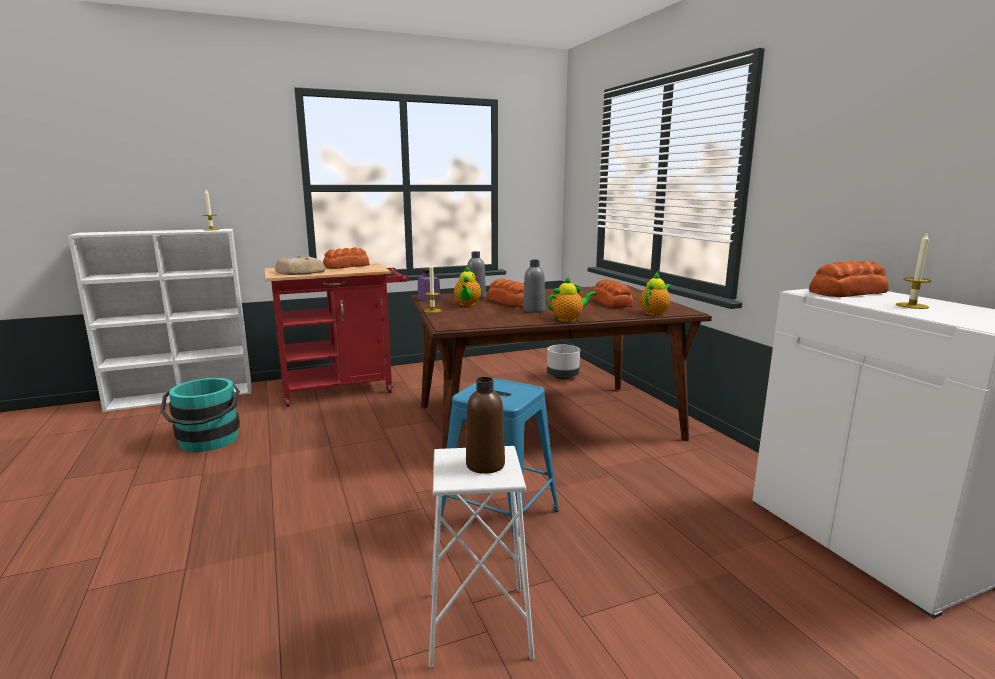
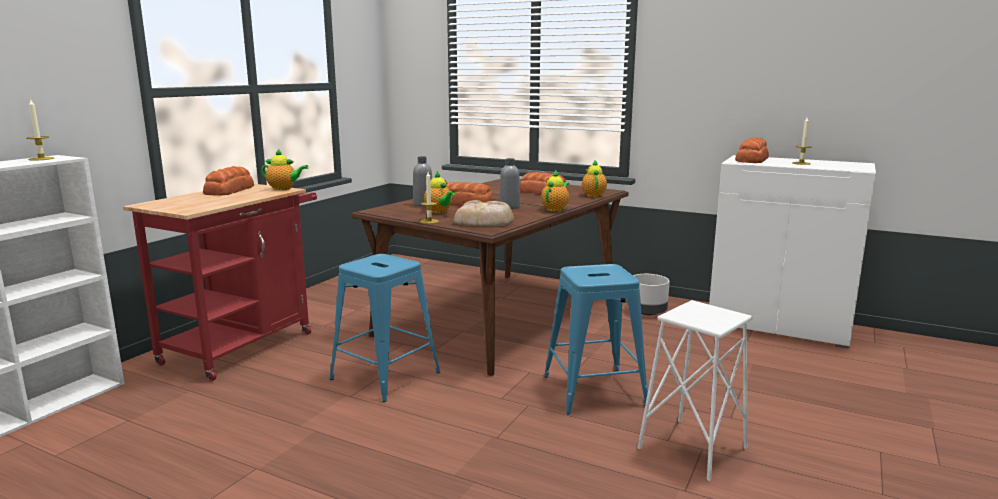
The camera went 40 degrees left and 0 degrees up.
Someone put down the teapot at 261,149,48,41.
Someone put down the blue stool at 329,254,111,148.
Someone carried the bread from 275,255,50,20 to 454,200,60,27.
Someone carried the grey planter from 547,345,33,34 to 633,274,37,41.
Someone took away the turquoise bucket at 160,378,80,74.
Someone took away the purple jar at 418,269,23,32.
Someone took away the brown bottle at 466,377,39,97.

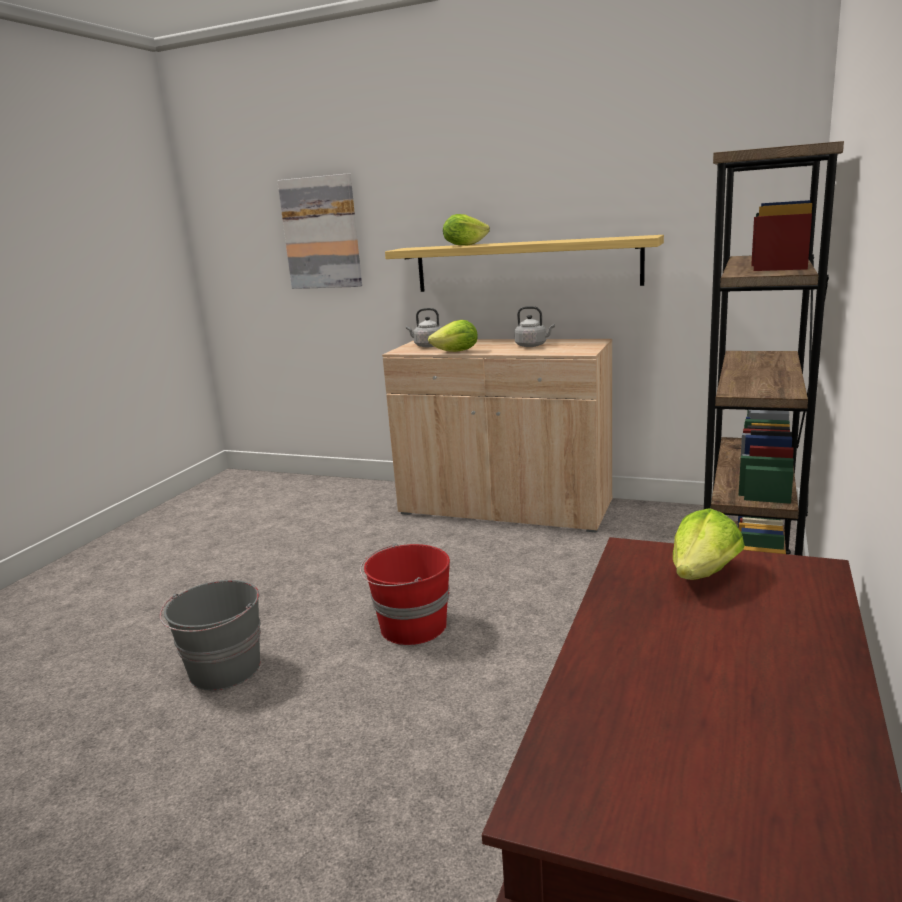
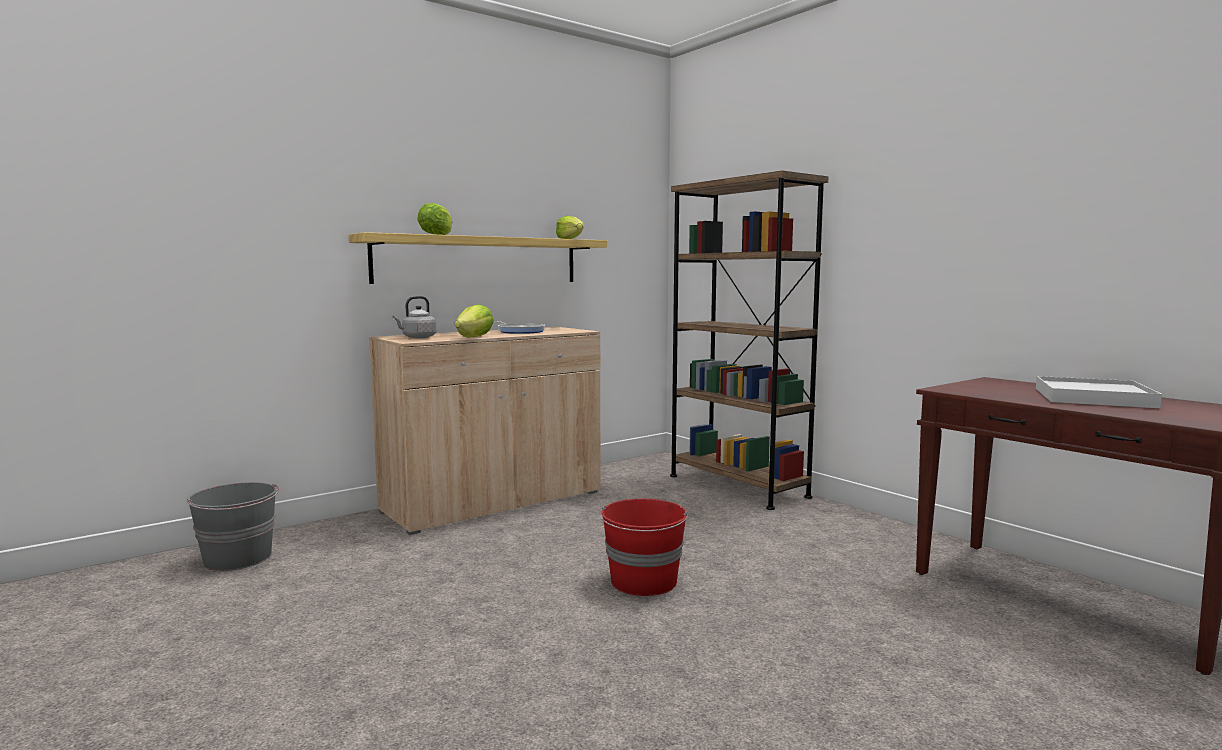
The camera went 60 degrees left and 10 degrees down.
Someone carried the grey bucket from 160,580,101,110 to 187,482,92,89.
Someone swapped the grey kettle at 514,306,41,41 for the frying pan at 494,321,51,13.
Someone carried the lettuce from 673,509,72,71 to 556,216,28,23.
Someone put down the white tray at 1036,376,126,32.
Someone took away the picture at 277,174,85,115.

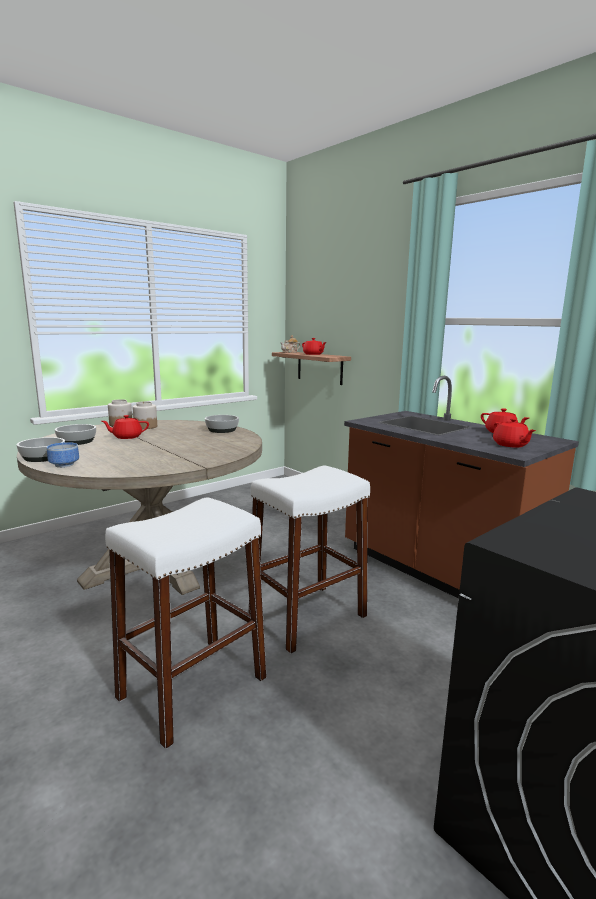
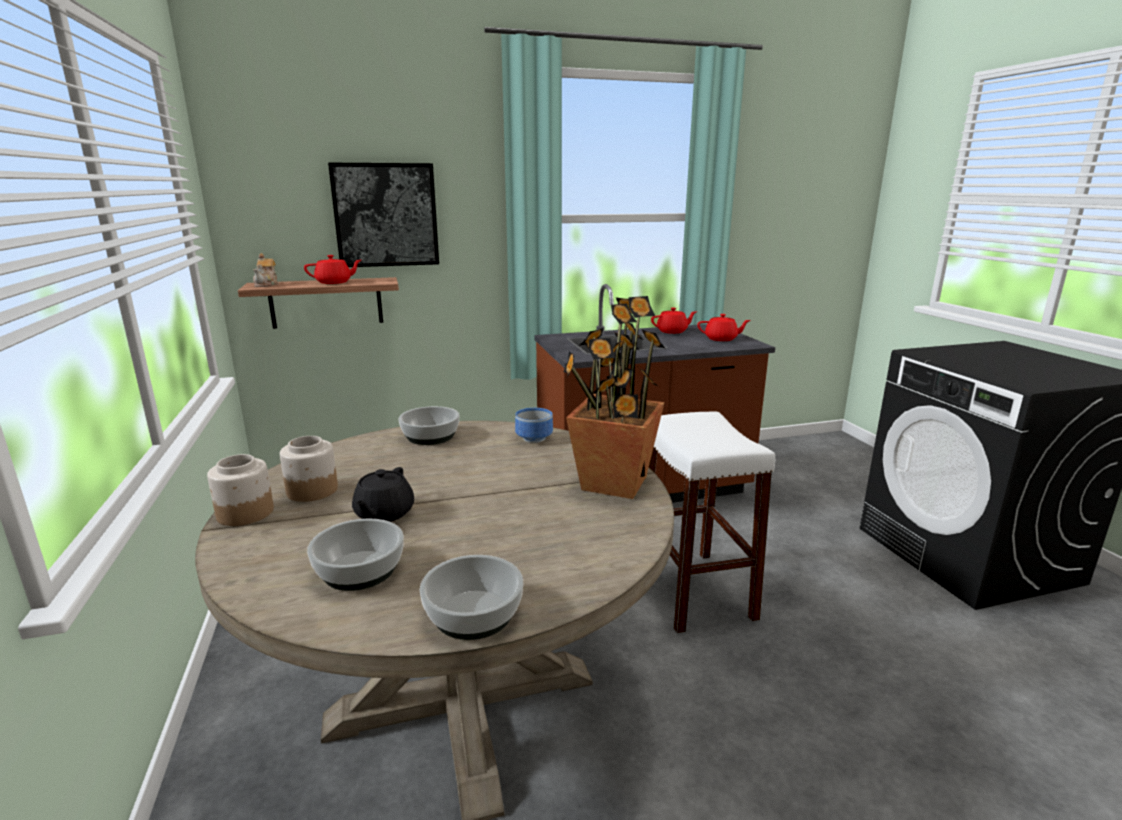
The camera went 65 degrees left and 5 degrees up.
Someone put up the picture at 328,163,111,104.
Someone repainted the red teapot at 102,415,47,24, which became the black teapot at 352,467,62,55.
Someone carried the bowl from 47,442,32,26 to 515,408,38,35.
Someone put down the potted plant at 563,296,102,203.
Someone took away the white stool at 105,497,161,252.

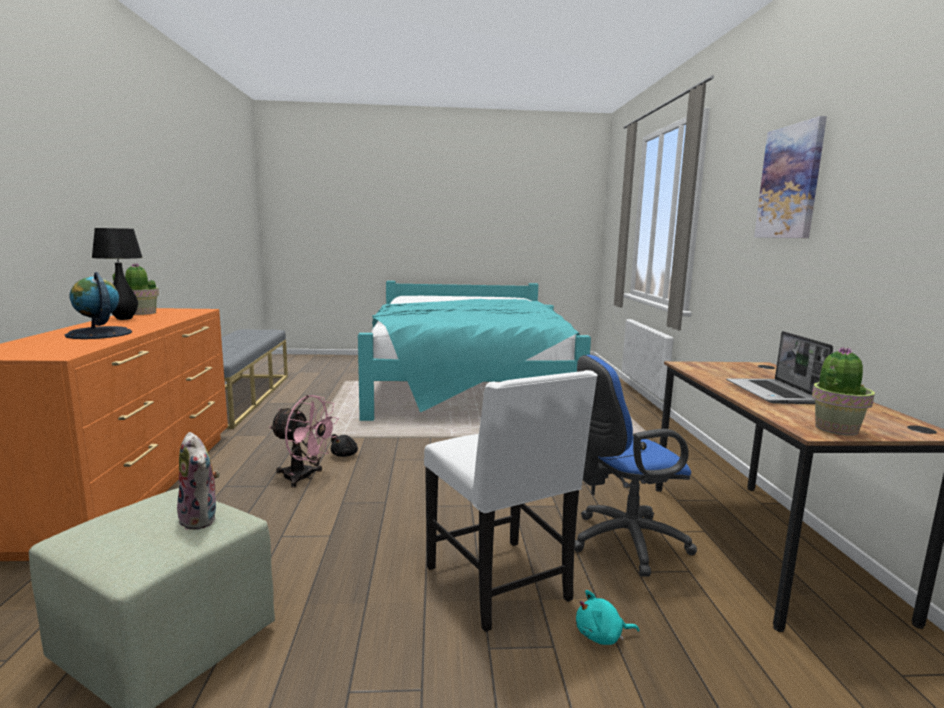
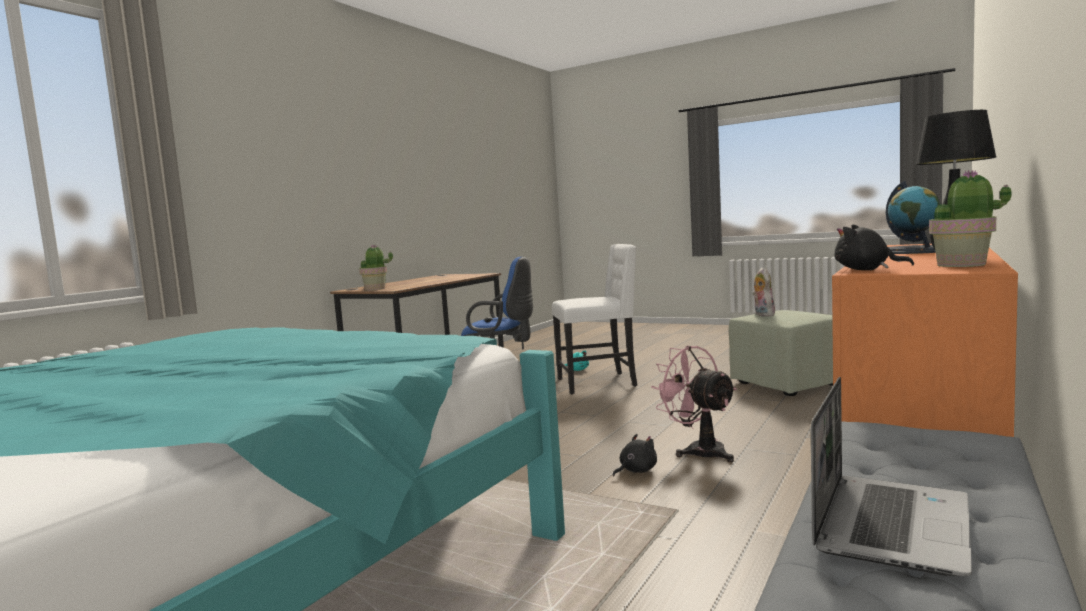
The camera went 145 degrees left and 5 degrees down.
Someone carried the potted plant from 812,346,63,90 to 359,245,34,45.
Someone rotated the white chair at 424,370,174,262 by 75 degrees clockwise.
Someone carried the laptop from 726,331,107,73 to 811,377,161,199.
Someone put down the black plush toy at 834,224,80,46.
Someone took away the picture at 754,116,73,122.

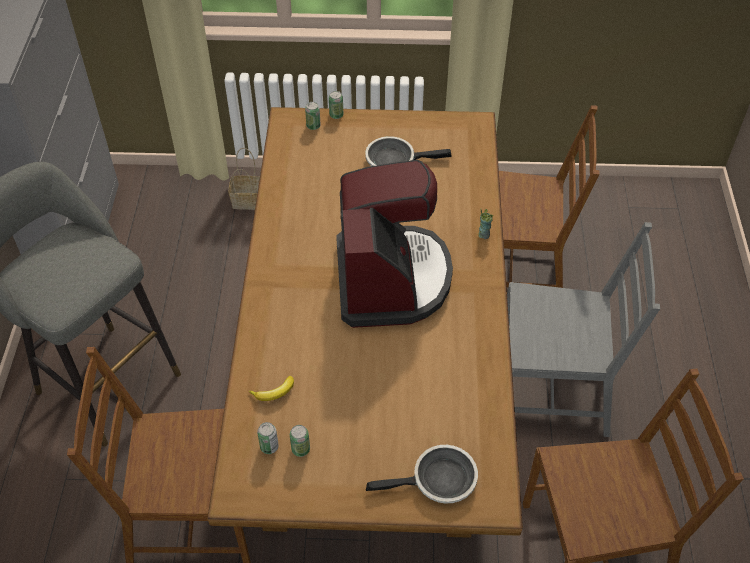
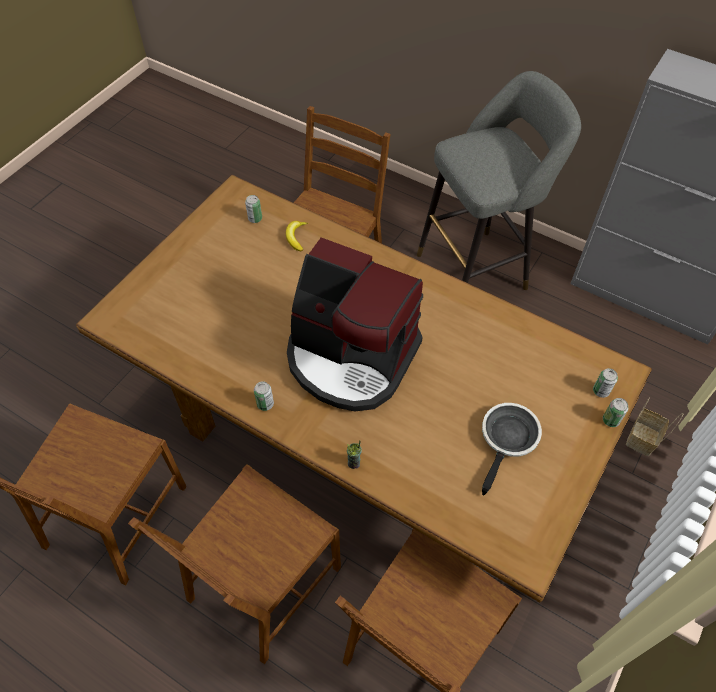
The camera went 120 degrees right and 5 degrees up.
Someone repainted the grey chair at 507,222,153,215, which became the brown chair at 128,464,213,200.
Someone carried the can from 290,425,20,32 to 254,381,20,30.
Someone took away the frying pan at 366,445,112,59.

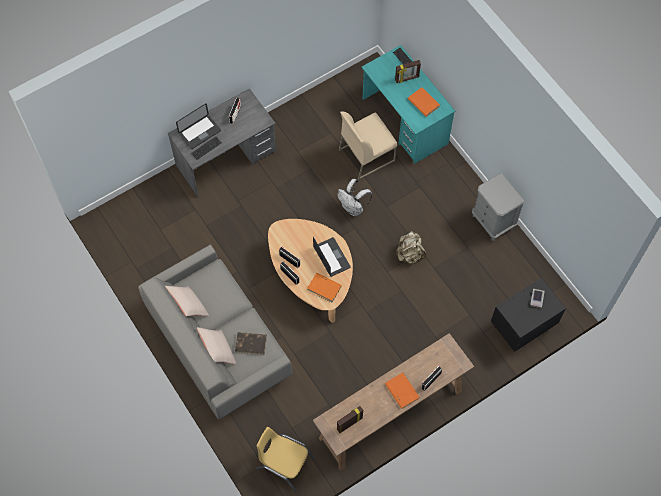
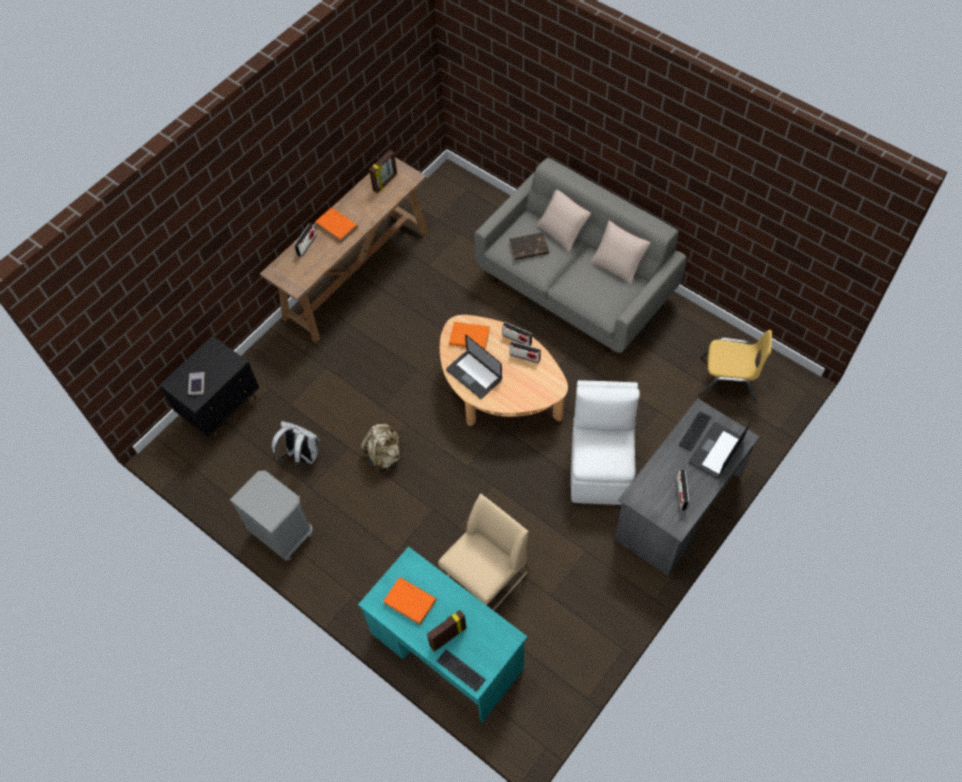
The camera went 165 degrees right and 5 degrees down.
Someone carried the white backpack from 337,179,35,37 to 272,421,49,47.
Someone put down the white chair at 571,380,69,125.
Someone carried the yellow chair from 255,427,60,65 to 697,330,75,72.

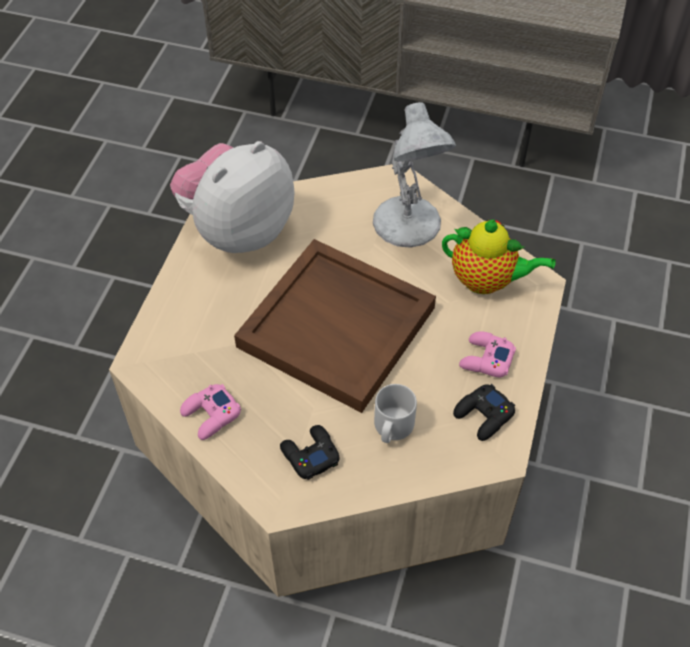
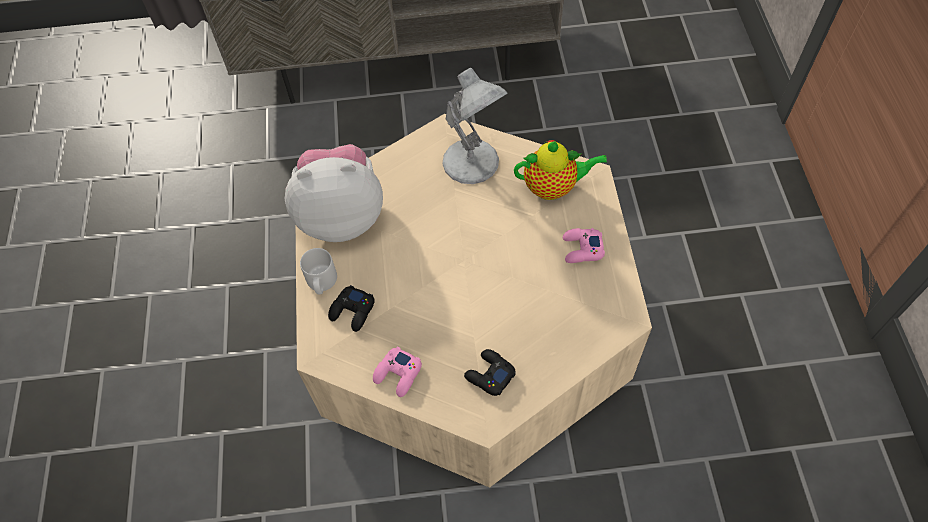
The camera went 20 degrees left and 5 degrees up.
Someone rotated the plush toy at 170,141,125,112 by 60 degrees clockwise.
Someone carried the grey mug from 374,384,43,59 to 300,248,37,46.
Someone carried the black game controller from 453,384,62,57 to 328,285,47,47.
Someone took away the brown tray at 234,239,202,174.

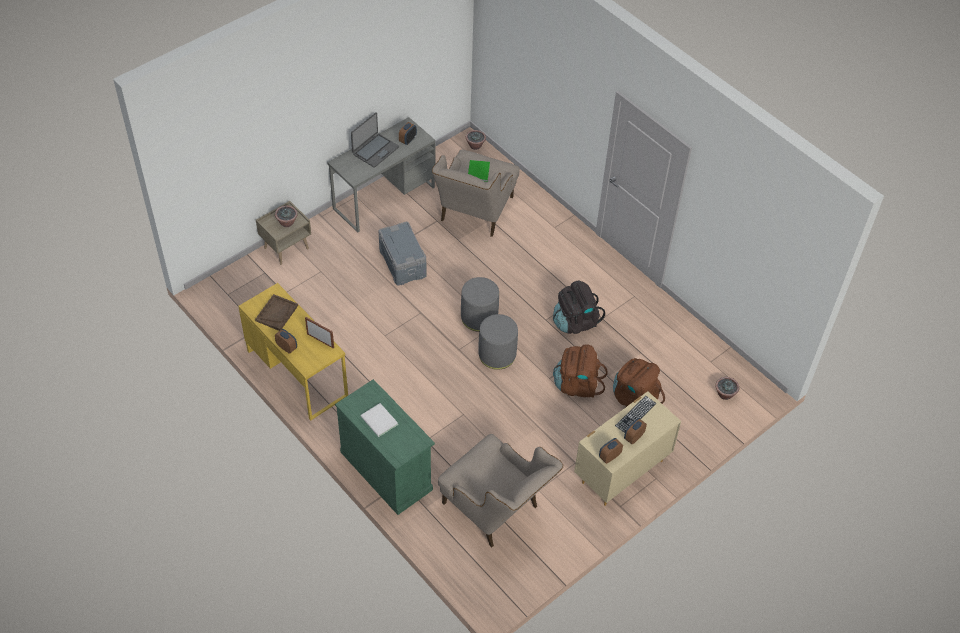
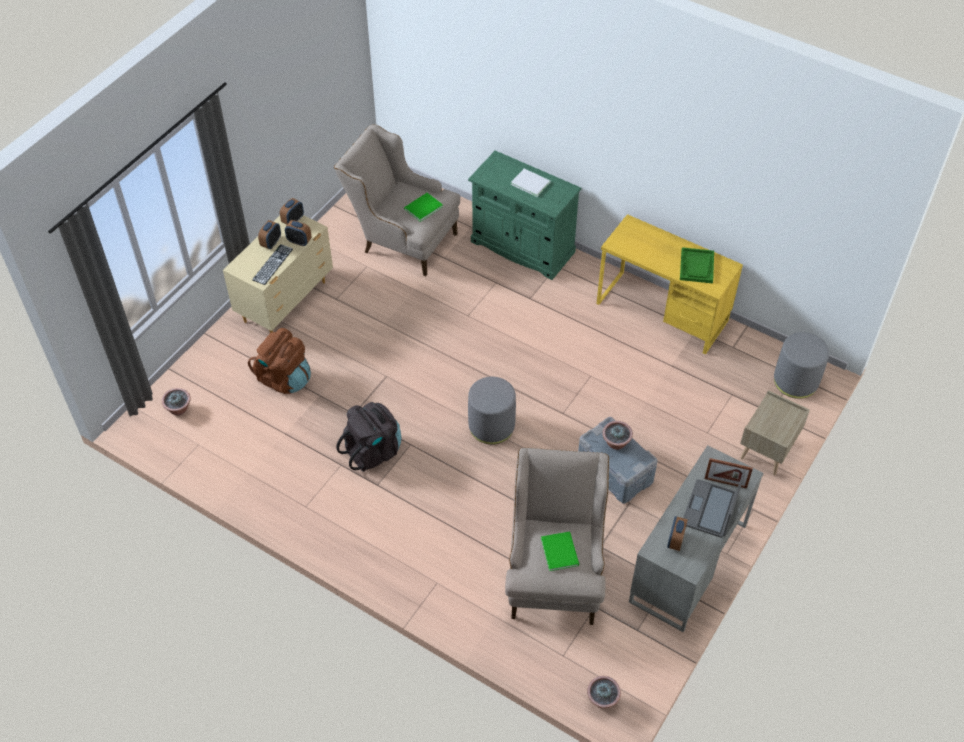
The camera went 165 degrees right and 0 degrees up.
Someone carried the alarm clock from 275,329,22,25 to 285,220,27,26.
Someone put down the green book at 404,193,39,29.
Someone carried the potted plant from 275,205,23,22 to 602,421,31,29.
Someone repainted the brown tray at 255,294,43,37, which became the green tray at 680,247,34,36.
Someone carried the picture frame from 305,317,29,32 to 705,458,48,31.
Someone carried the grey ottoman from 478,314,40,56 to 774,332,55,67.
Someone took away the brown backpack at 553,344,55,54.

